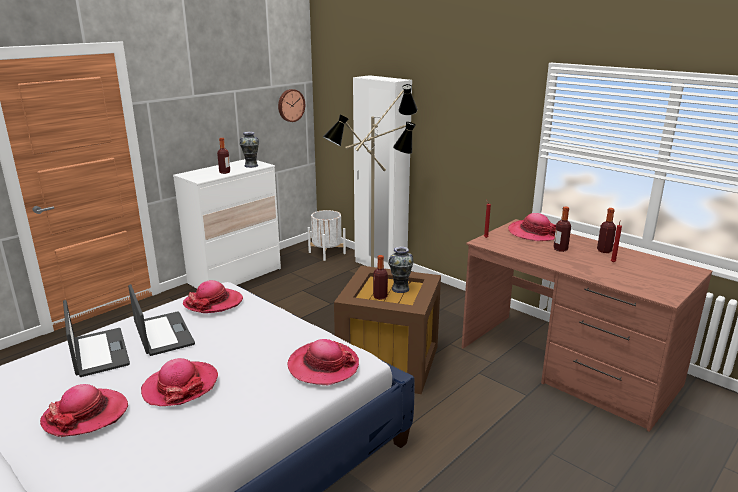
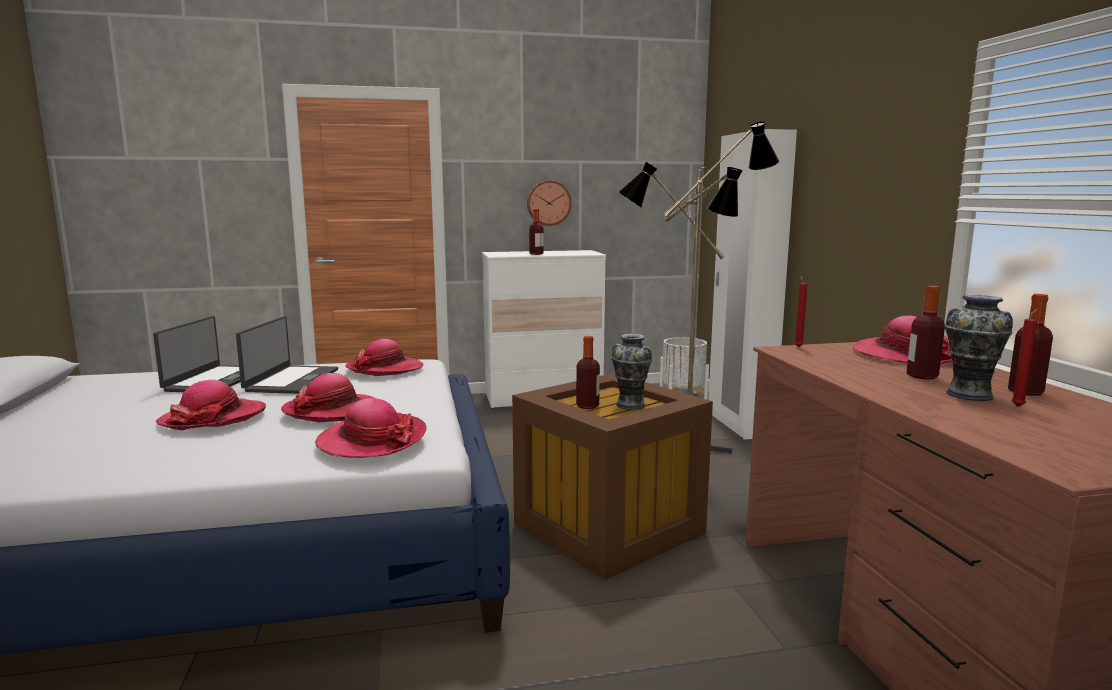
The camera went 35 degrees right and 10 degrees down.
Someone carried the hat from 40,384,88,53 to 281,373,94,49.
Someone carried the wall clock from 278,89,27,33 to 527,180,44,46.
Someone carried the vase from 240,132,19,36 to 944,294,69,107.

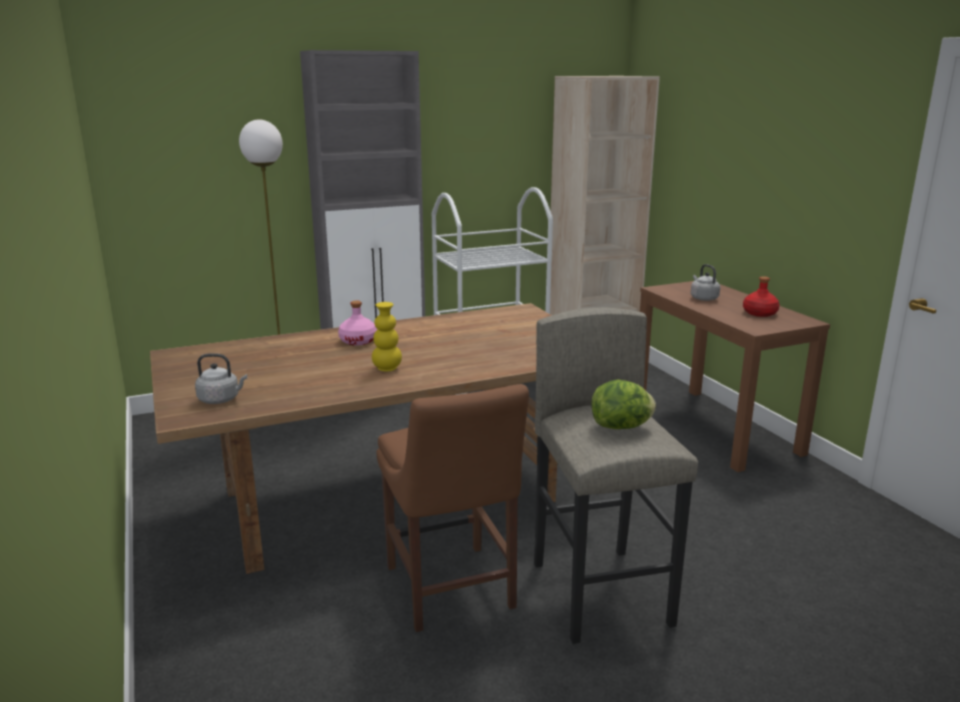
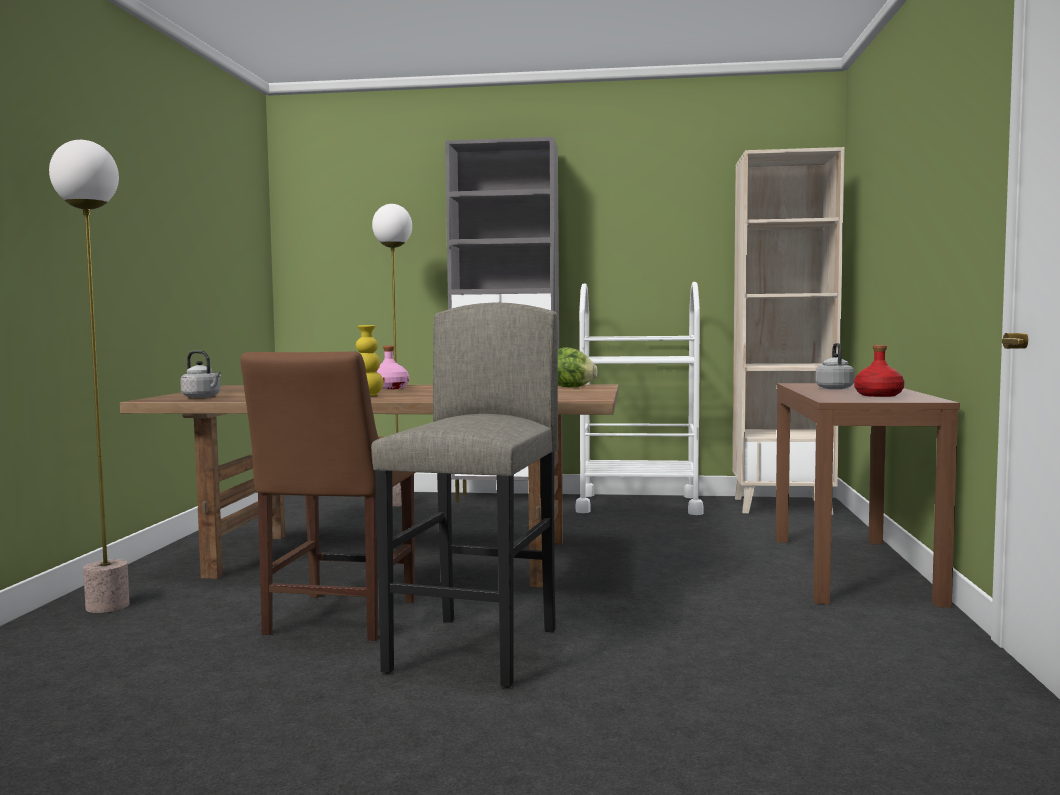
The camera went 30 degrees right and 15 degrees down.
Someone put down the floor lamp at 49,140,81,473.
Someone carried the lettuce from 591,379,65,50 to 558,347,40,40.

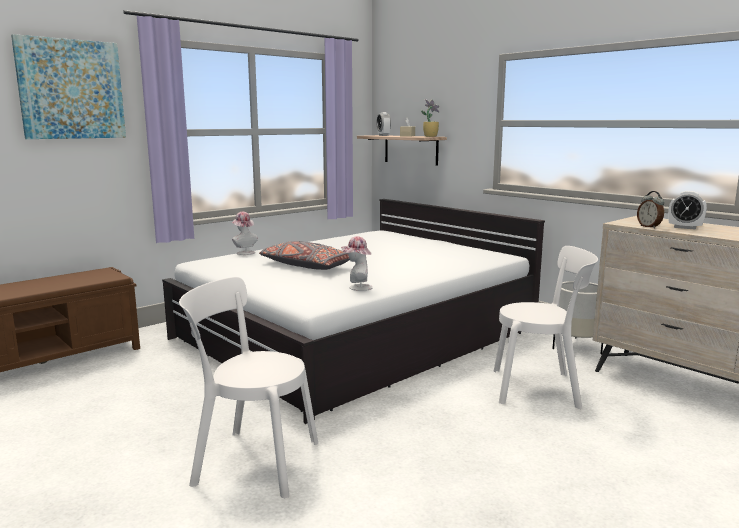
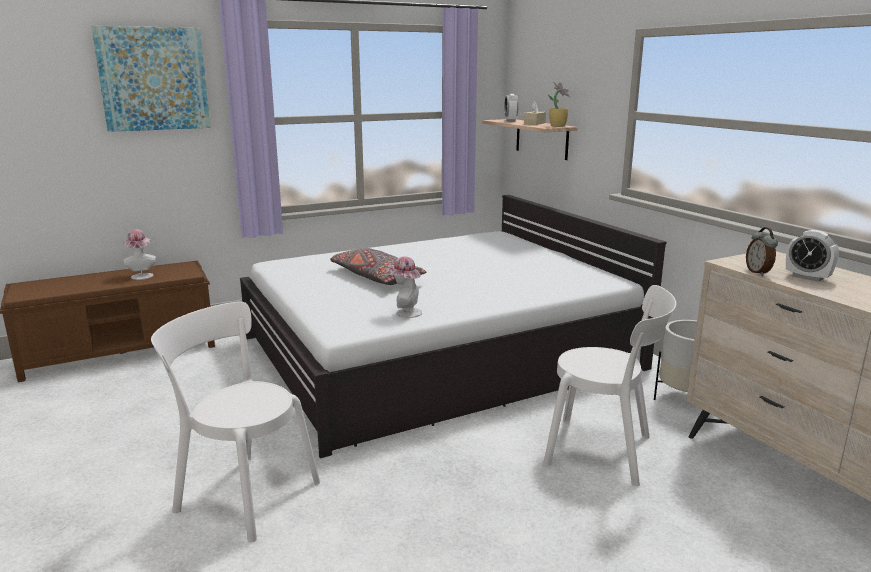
The camera went 15 degrees right and 5 degrees up.
Someone carried the hat from 232,212,26,43 to 123,229,33,51.

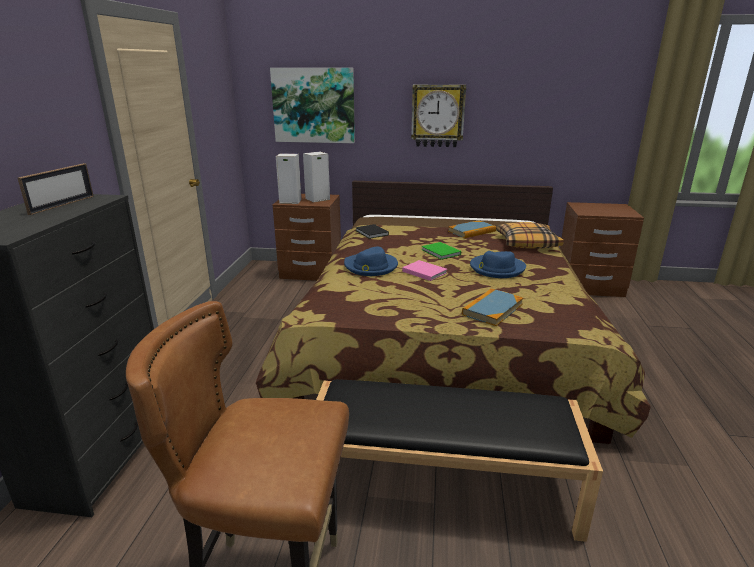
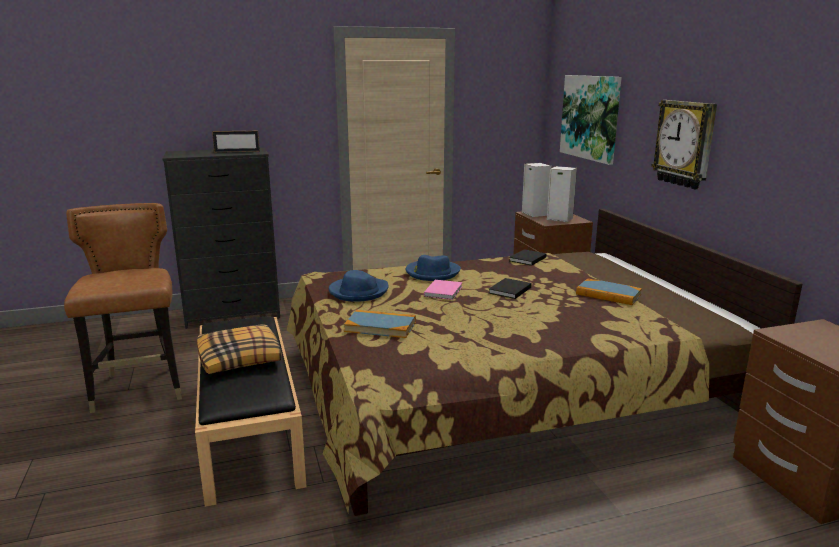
The camera went 65 degrees right and 5 degrees down.
Someone carried the pillow from 496,222,68,27 to 197,324,85,50.
Someone carried the blue hat from 470,251,56,27 to 329,270,59,32.
Someone repainted the green book at 422,242,39,18, which became the black book at 489,278,42,21.

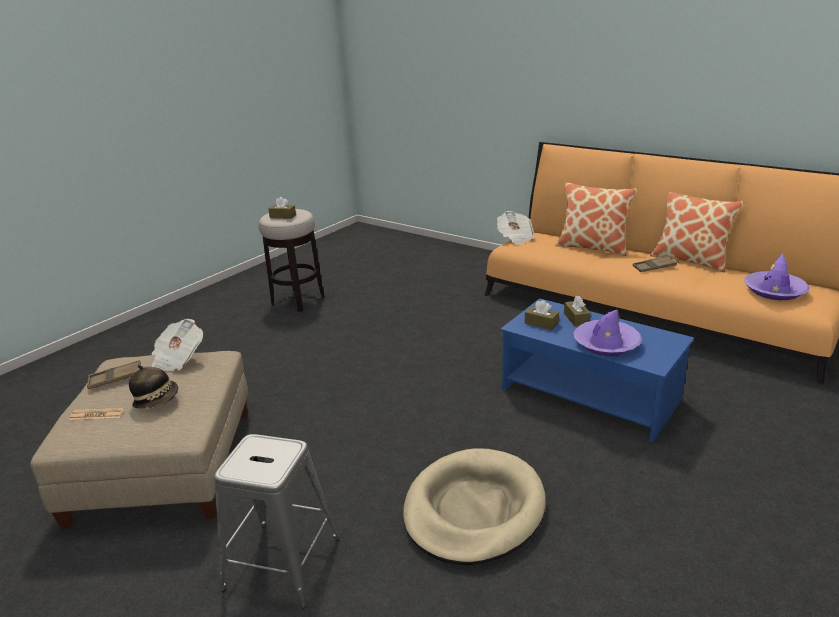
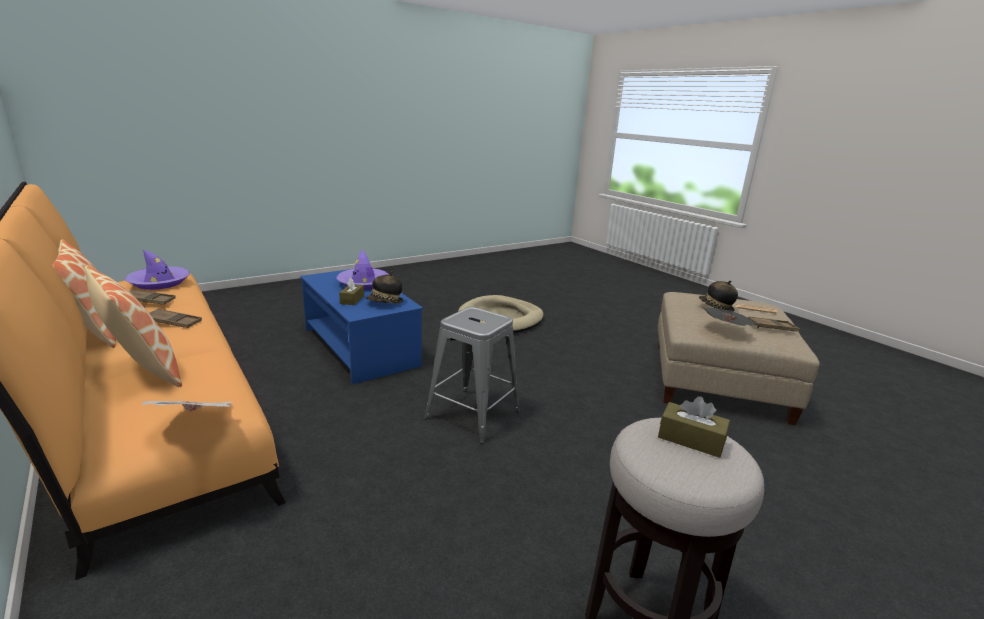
The camera went 165 degrees left and 5 degrees down.
Someone put down the brown tray at 129,289,47,16.
Someone swapped the brown tissue box at 525,300,34,30 for the hat at 366,272,37,31.
Someone carried the grey stool from 214,434,125,174 to 424,307,96,137.

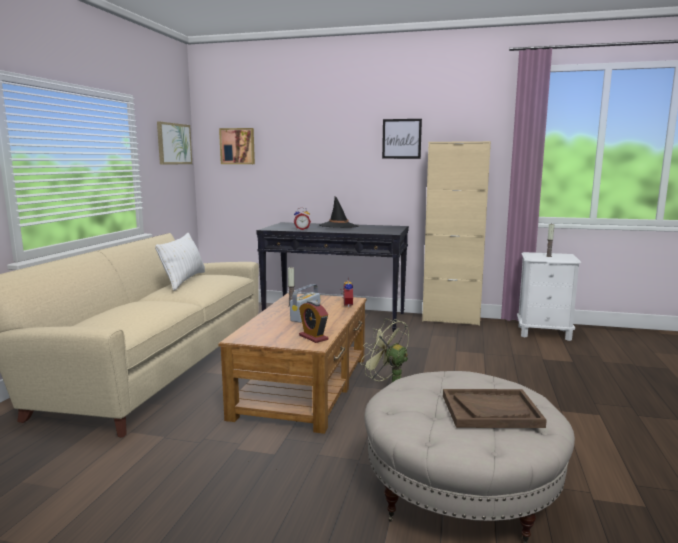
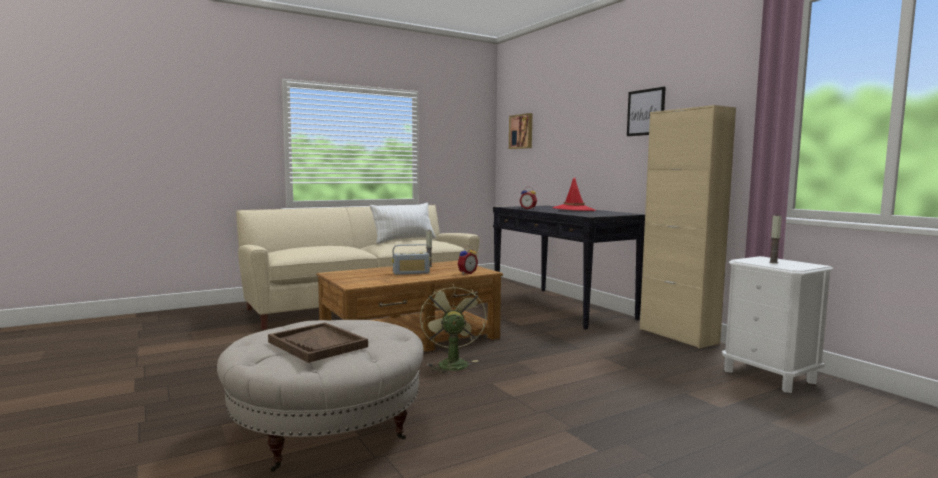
The camera went 45 degrees right and 5 degrees down.
Someone repainted the black hat at 319,196,40,32, which became the red hat at 552,178,44,33.
Someone took away the picture at 157,121,35,44.
Someone took away the alarm clock at 299,300,29,43.

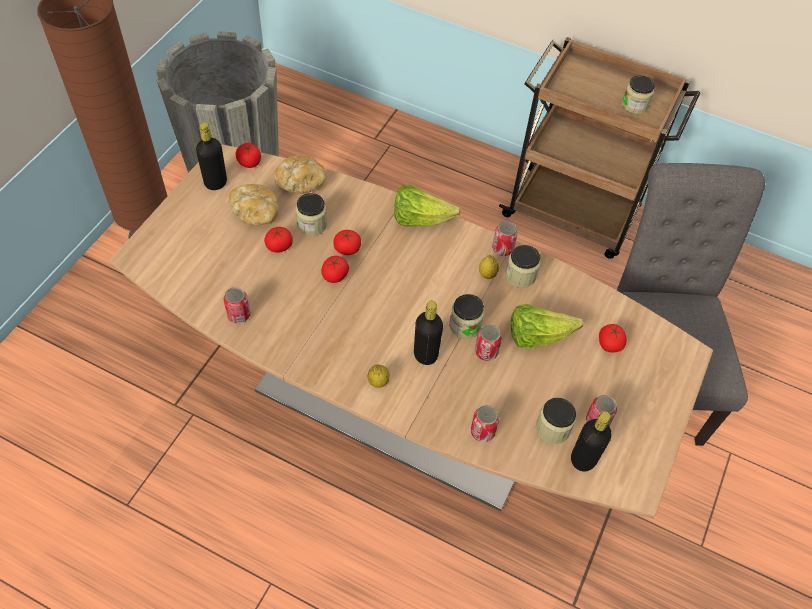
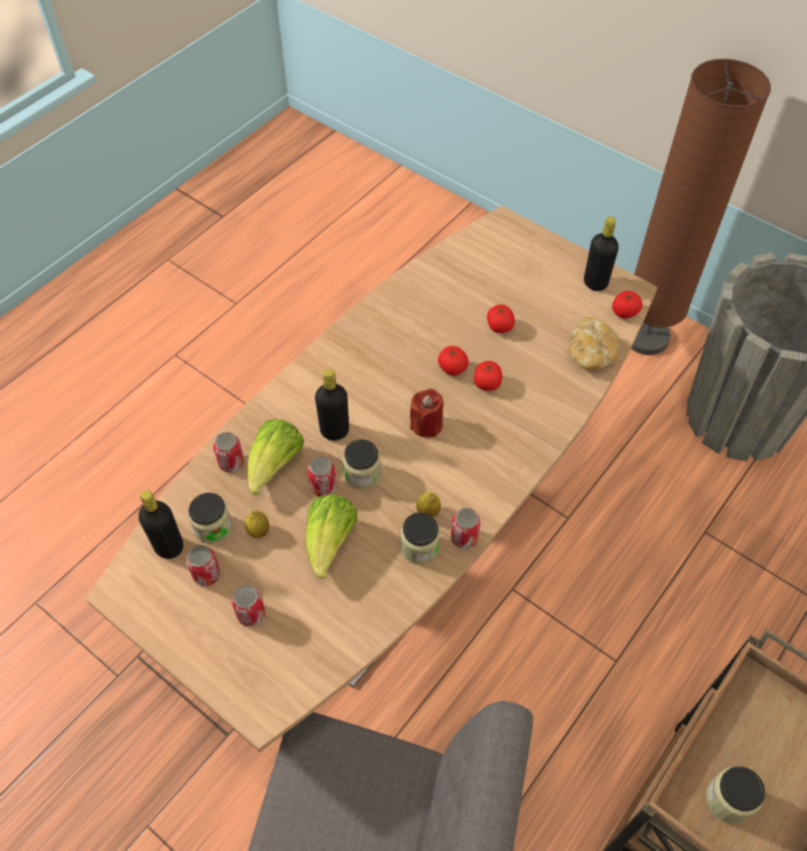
The camera went 105 degrees right and 0 degrees up.
Someone carried the can from 223,287,28,36 to 232,585,33,42.
Someone carried the lemon from 367,364,23,24 to 245,510,24,28.
Someone carried the lettuce from 394,185,67,41 to 248,419,56,76.
Someone put down the red candle at 410,388,34,50.
Someone took away the bread at 229,184,50,41.
Someone took away the jar at 296,193,31,43.
Someone took away the tomato at 599,324,28,28.

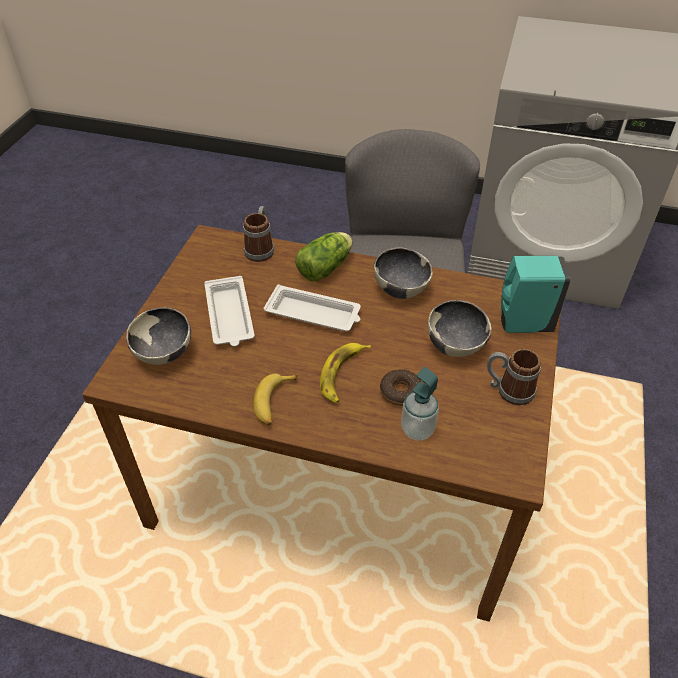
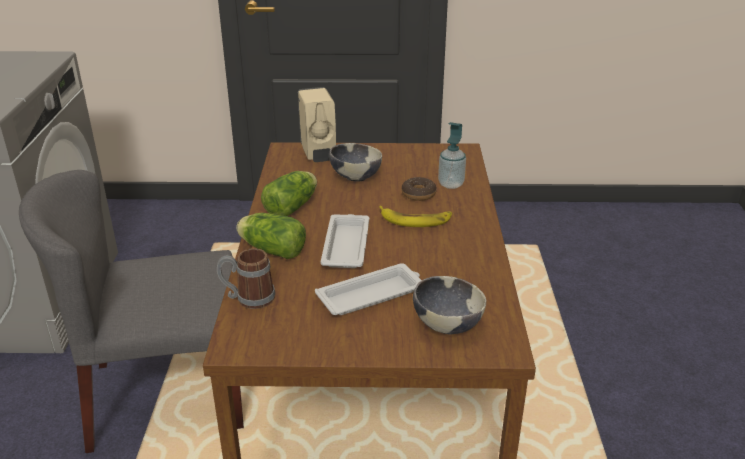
The camera went 105 degrees left and 15 degrees down.
Someone swapped the bowl at 374,247,59,52 for the lettuce at 261,171,56,45.
Someone repainted the turquoise soap dispenser at 501,256,70,77, which became the beige soap dispenser at 298,87,38,75.
Someone took away the banana at 253,373,44,53.
Someone took away the mug at 487,349,54,57.

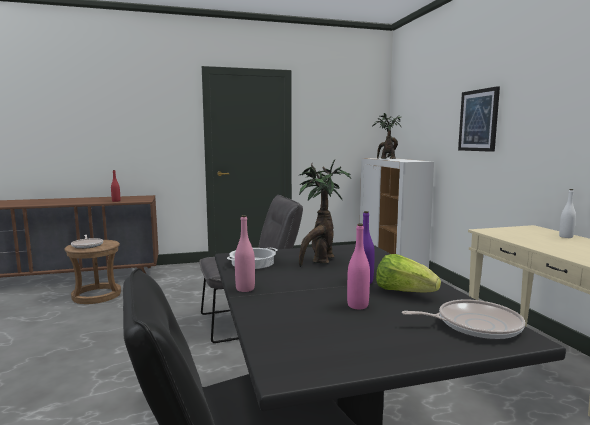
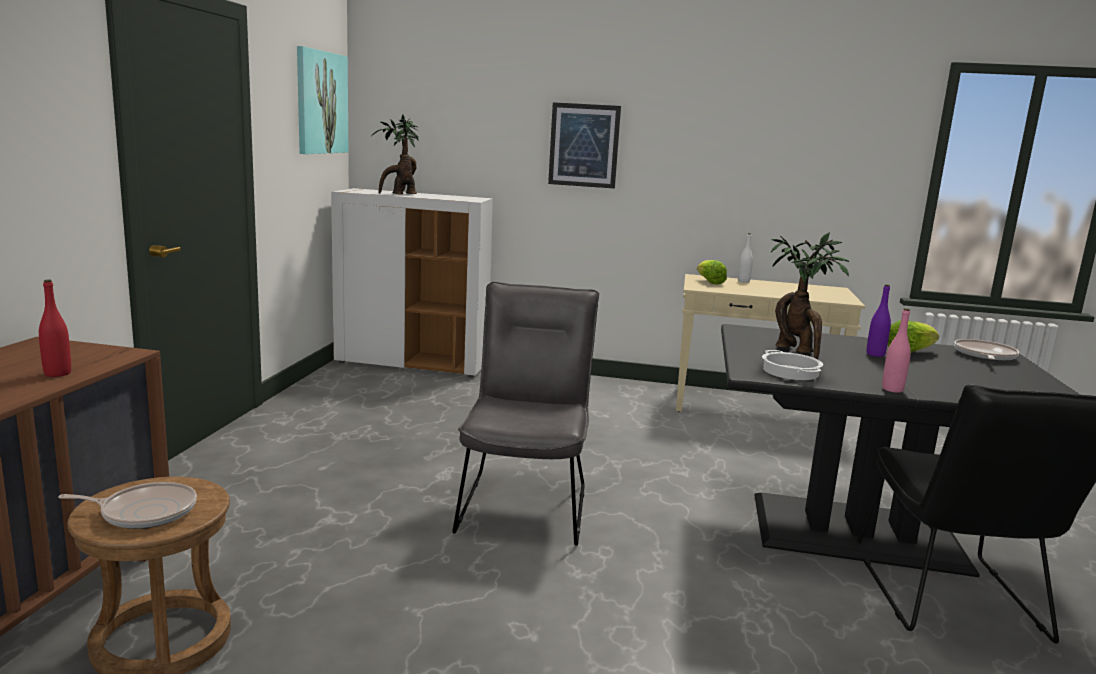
The camera went 65 degrees left and 5 degrees up.
Someone put up the picture at 297,46,51,108.
Someone put down the lettuce at 697,260,30,25.
Someone took away the pink bottle at 347,224,23,85.

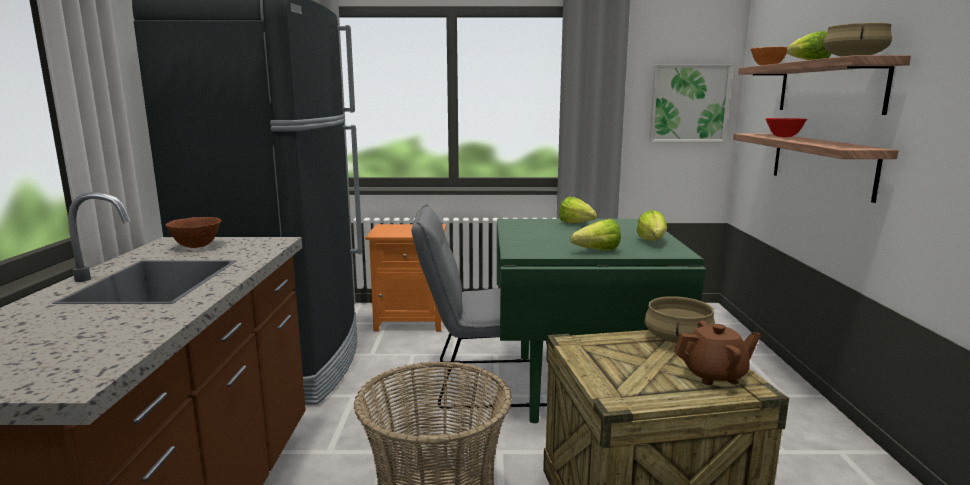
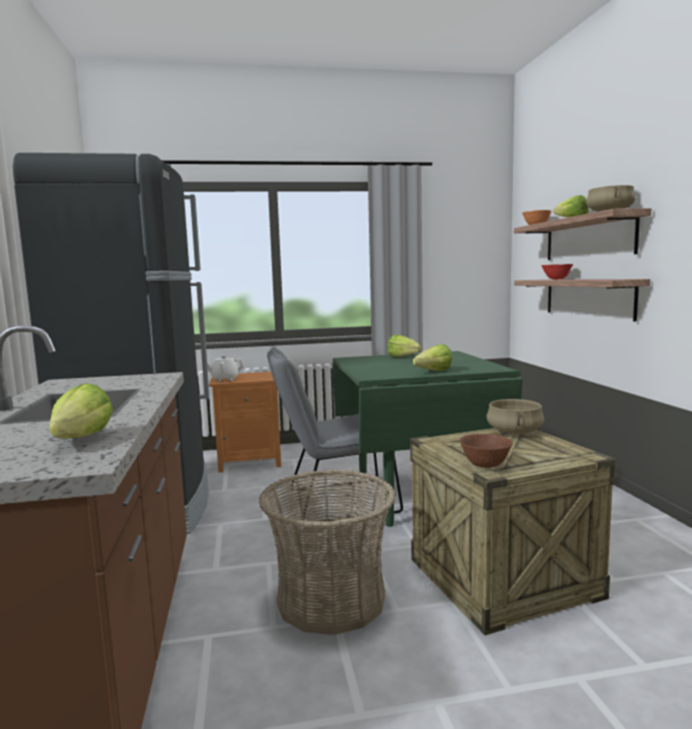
The camera went 10 degrees left and 5 degrees down.
Someone carried the lettuce from 636,210,31,31 to 49,383,64,56.
Someone put down the white teapot at 207,355,37,27.
Someone carried the brown bowl from 165,217,57,31 to 459,434,54,34.
Someone took away the picture at 649,65,83,77.
Someone took away the brown teapot at 674,320,87,65.

